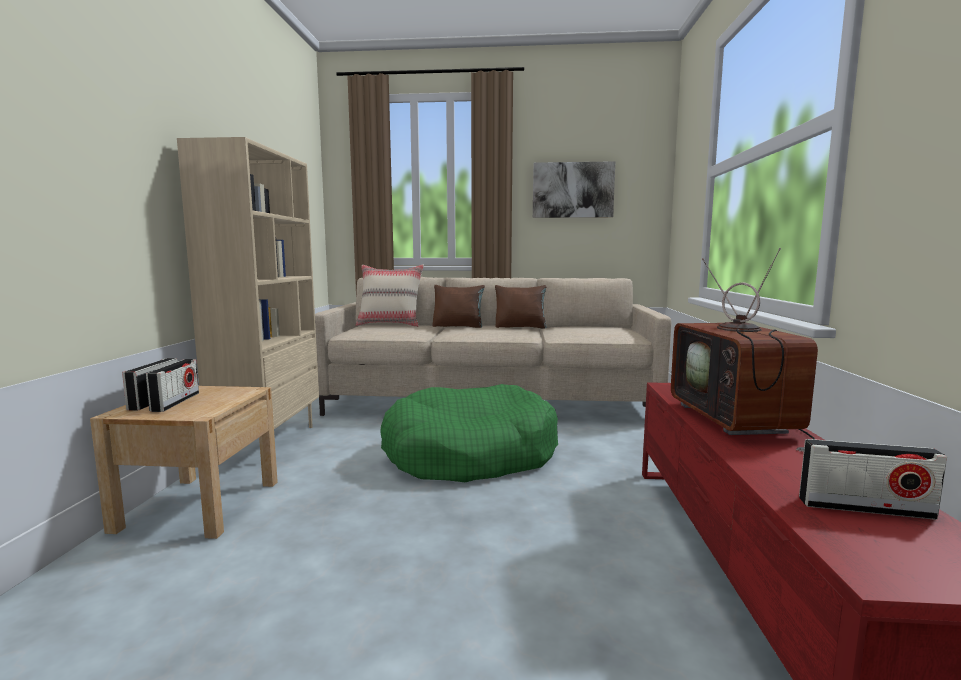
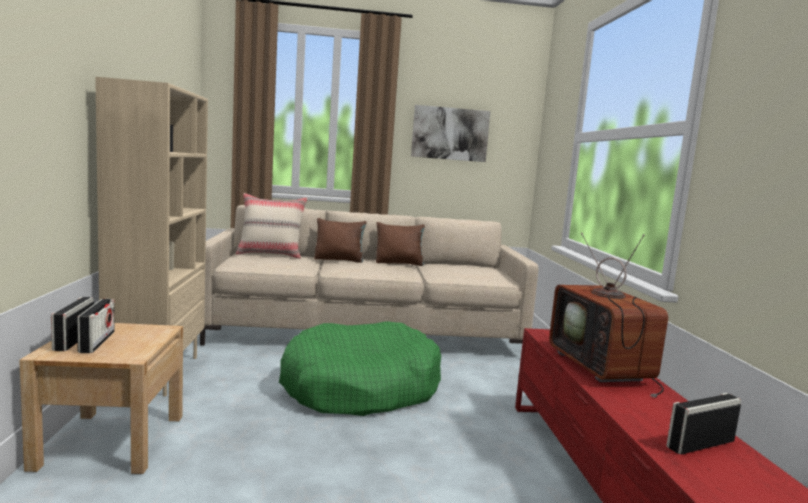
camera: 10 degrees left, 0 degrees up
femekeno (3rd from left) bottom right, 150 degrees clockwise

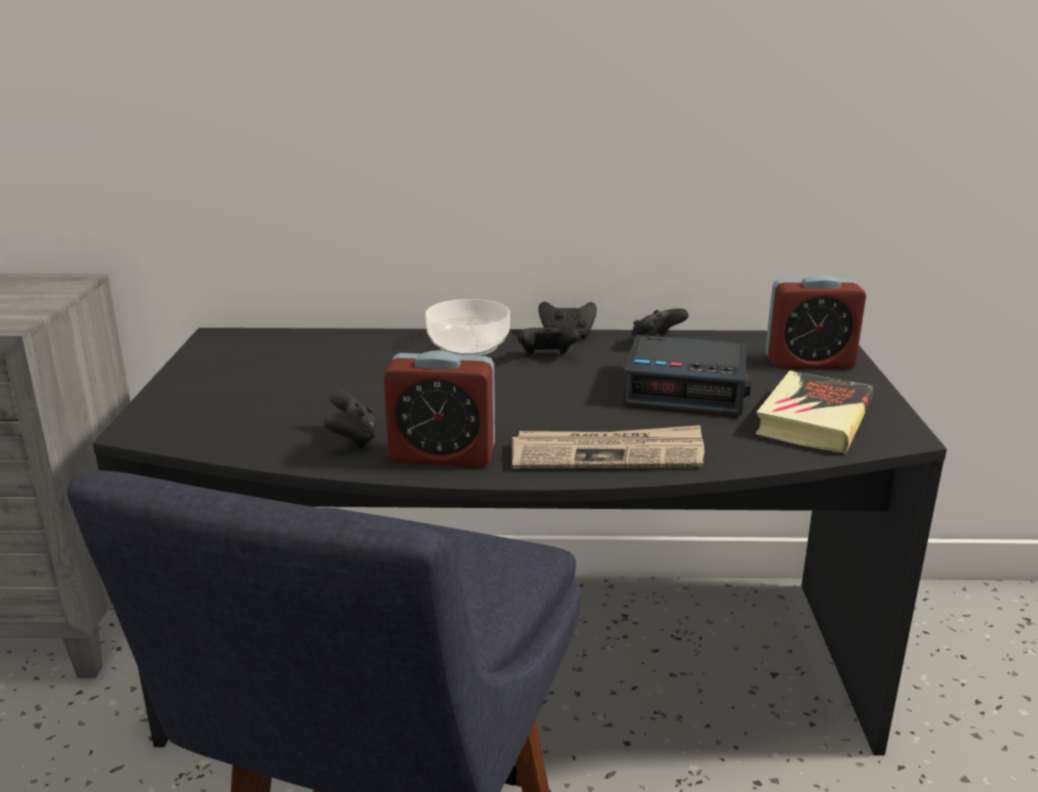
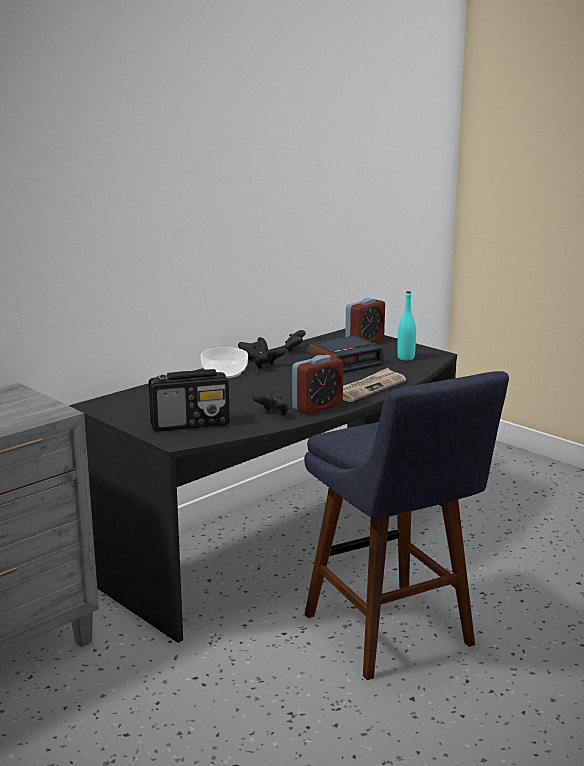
camera: 45 degrees left, 5 degrees down
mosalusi middle right => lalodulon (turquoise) middle right
nothing => femekeno middle left

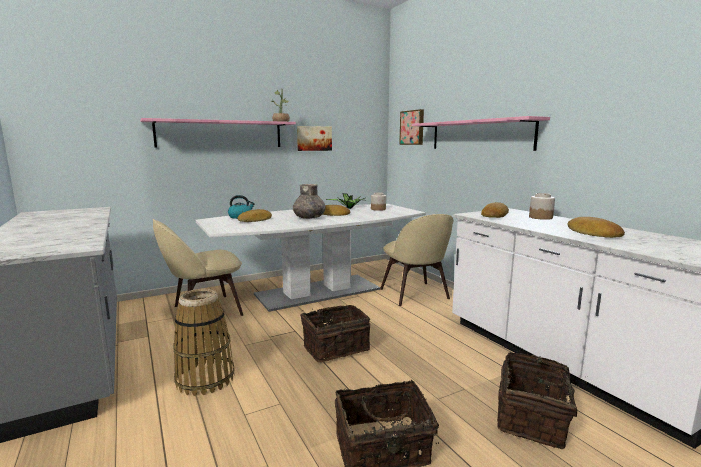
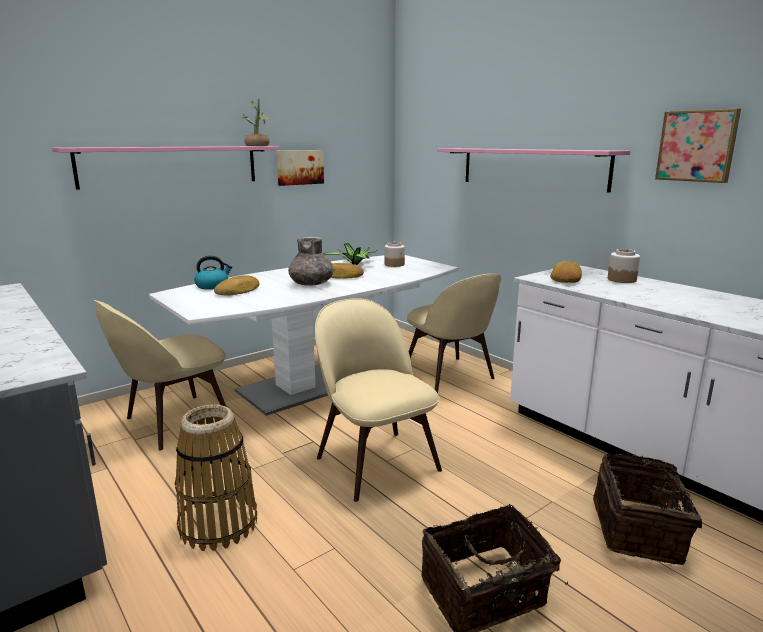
camera: 10 degrees left, 5 degrees up
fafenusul (2nd from left) bottom centre => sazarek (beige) (2nd from left) centre
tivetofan (2nd from left) top centre => tivetofan (2nd from left) top right, move
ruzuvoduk (4th from left) middle right => nothing

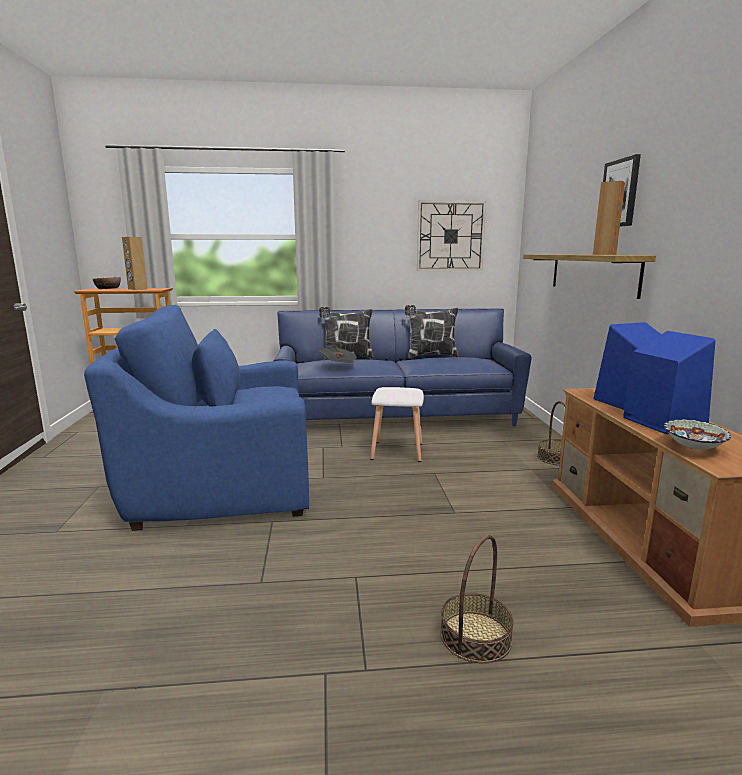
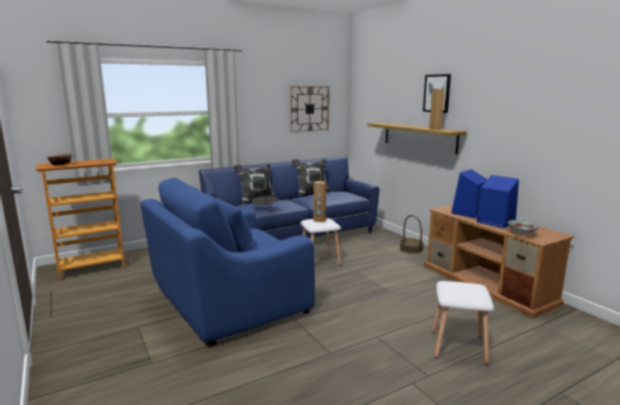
camera: 25 degrees left, 0 degrees up
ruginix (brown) (1st from left) middle left => ruginix (brown) (1st from left) centre, move
fafenusul (1st from left) bottom centre => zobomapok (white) (2nd from left) bottom right

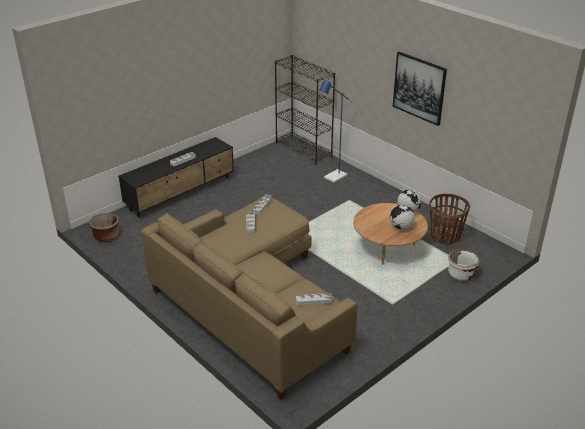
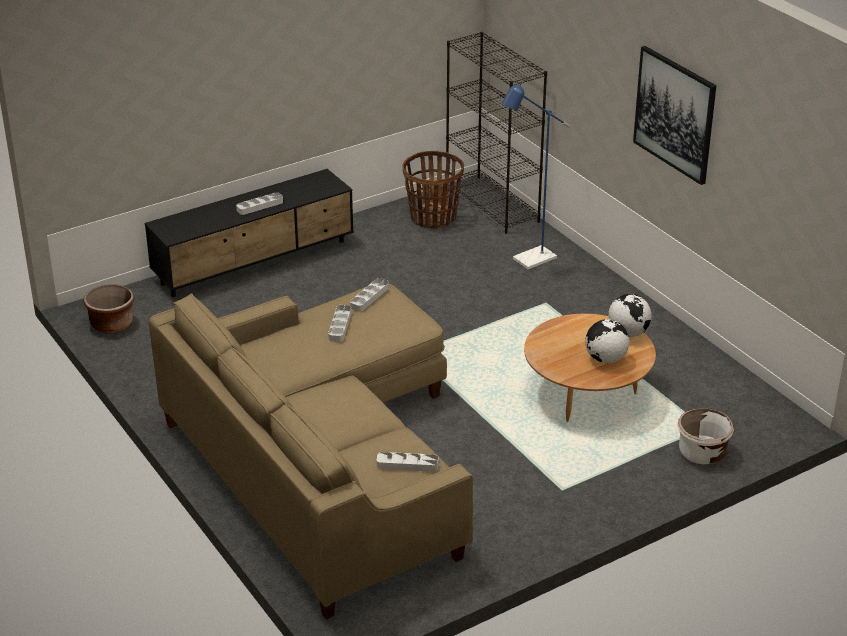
camera: 10 degrees right, 0 degrees up
fafenusul middle right => fafenusul top centre, move

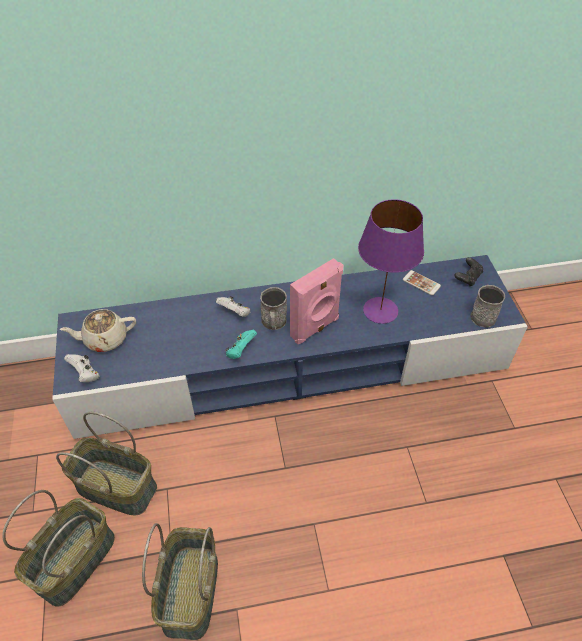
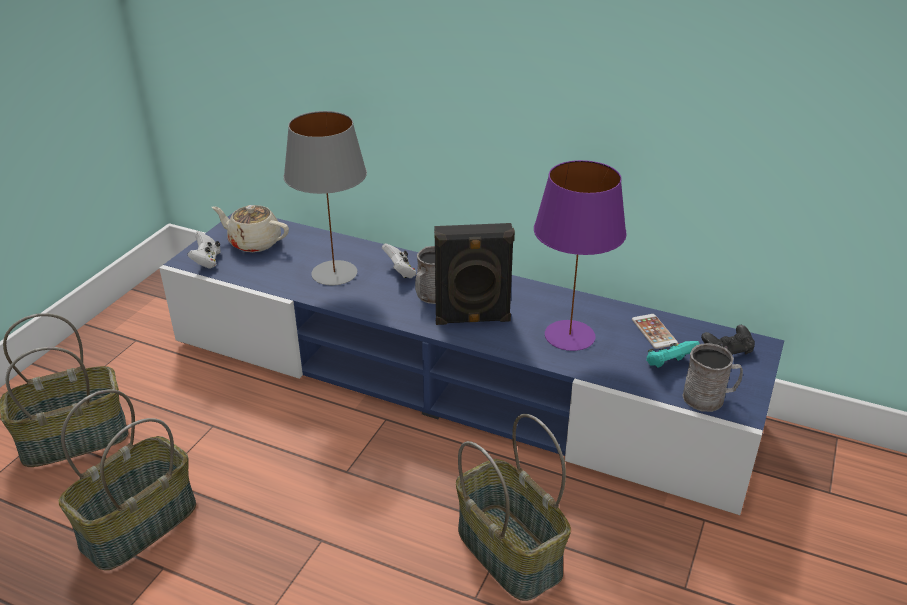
camera: 35 degrees right, 15 degrees down
fafenusul (2nd from left in the first image) bottom left => fafenusul (3rd from left) bottom centre, move
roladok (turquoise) centre => roladok (turquoise) middle right, move
ruginix (pink) centre => ruginix (black) centre
nothing => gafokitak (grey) top centre

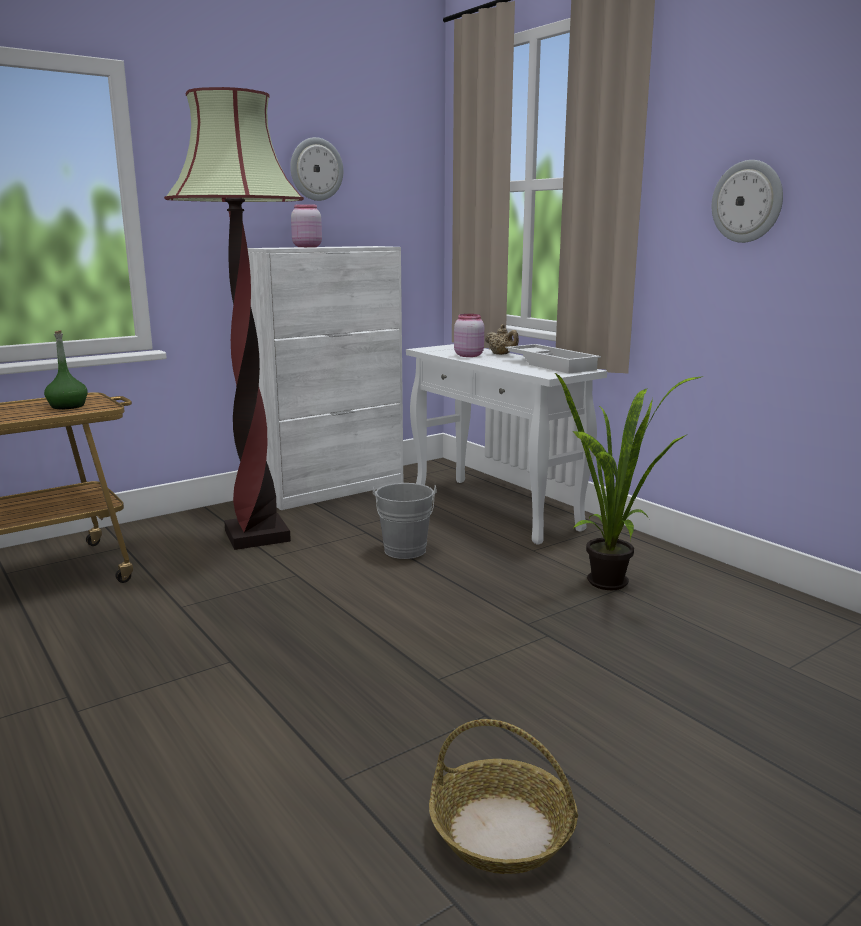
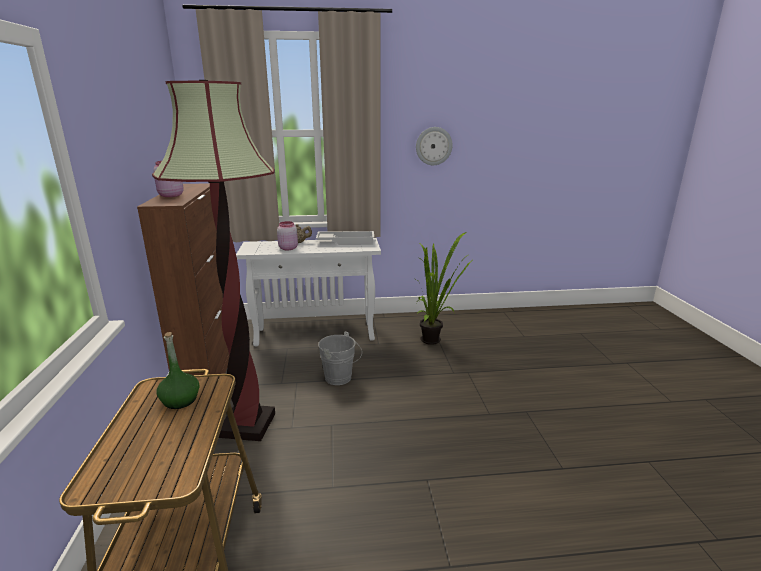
camera: 60 degrees left, 5 degrees up
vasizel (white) centre => vasizel (brown) middle left
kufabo (1st from left) top centre => nothing
fafenusul bottom centre => nothing

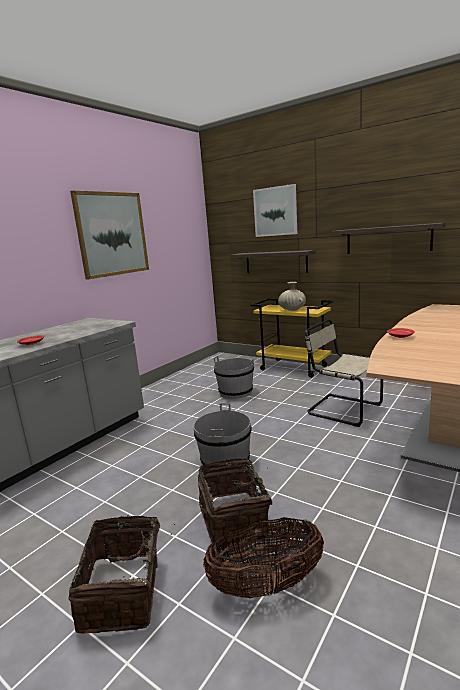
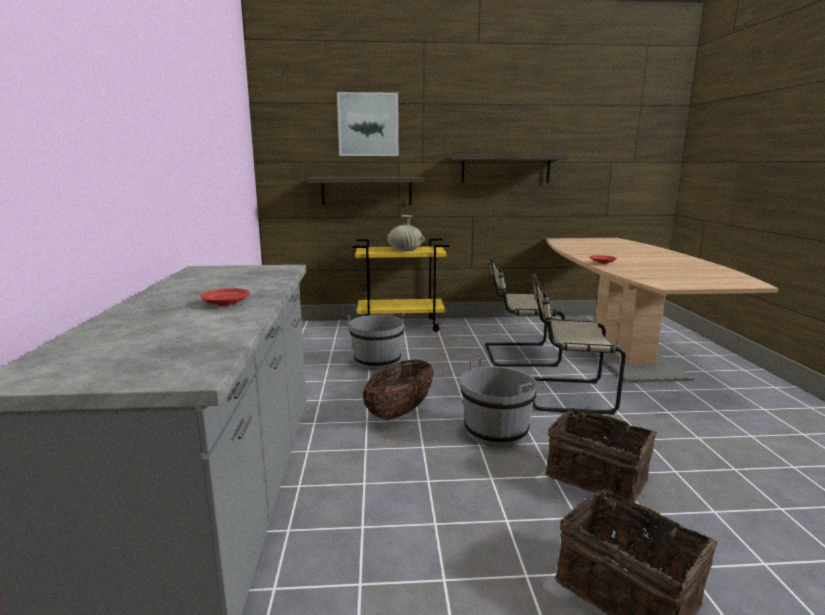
camera: 40 degrees left, 0 degrees up
tivetofan (1st from left) middle left => nothing
fafenusul (3rd from left in the first image) bottom centre => fafenusul (1st from left) centre, move
nothing => sazarek (beige) (2nd from left) middle right

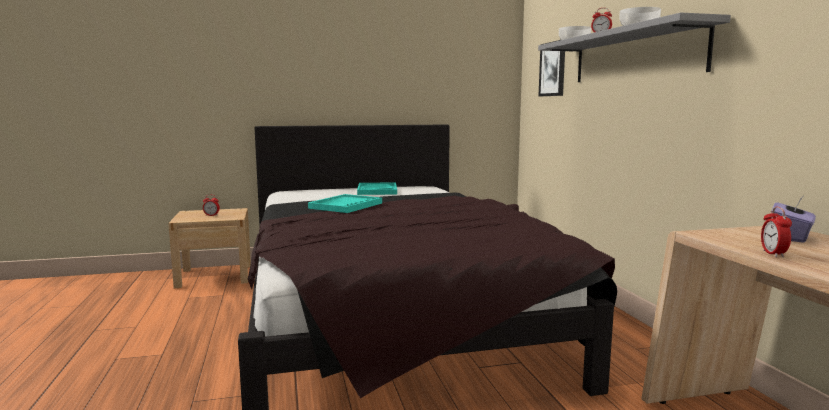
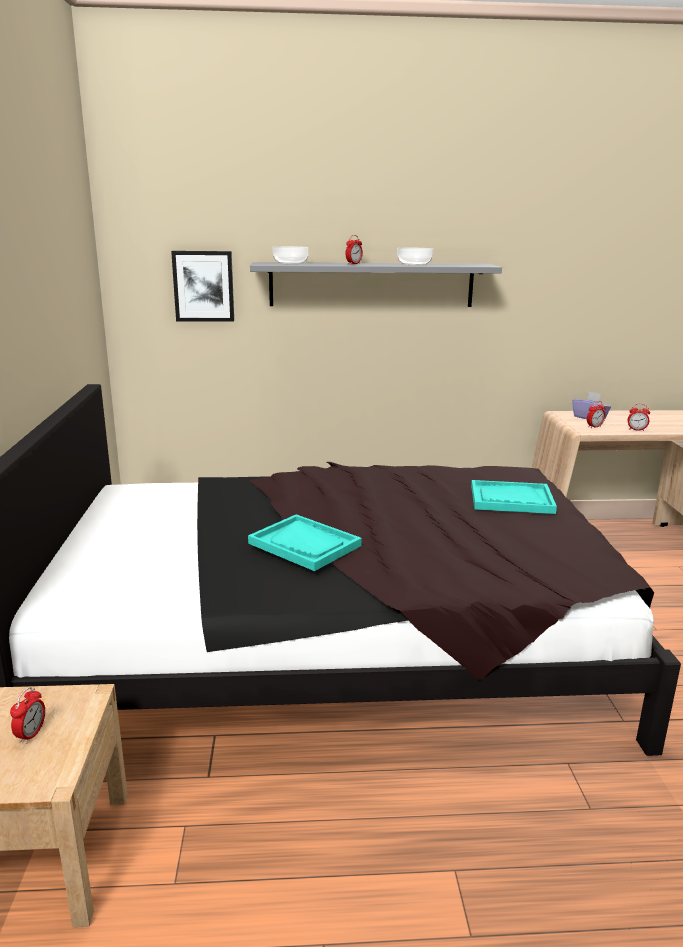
camera: 80 degrees left, 10 degrees up
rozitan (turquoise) (2nd from left) centre => rozitan (turquoise) (2nd from left) middle right, move
nothing => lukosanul (3rd from left) middle right

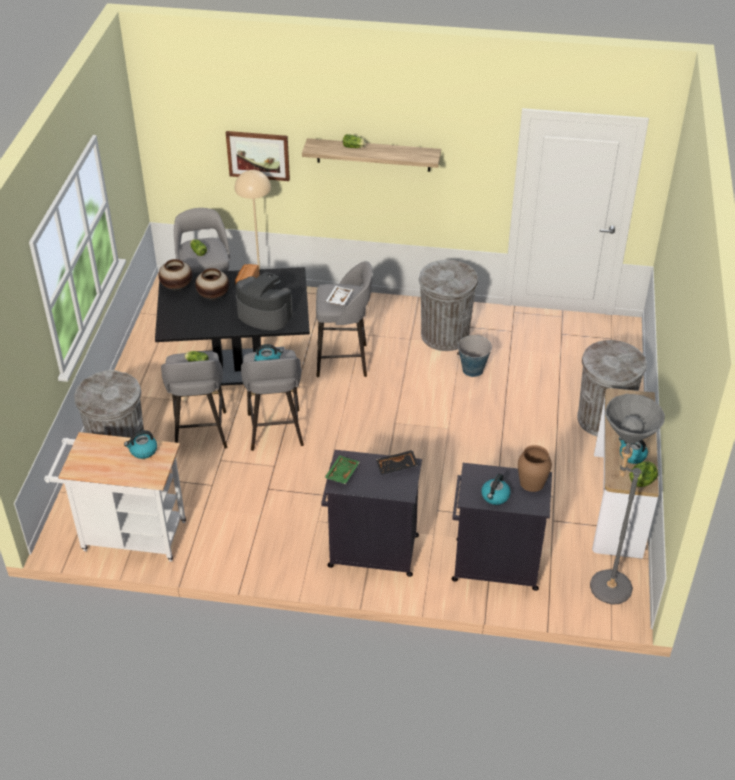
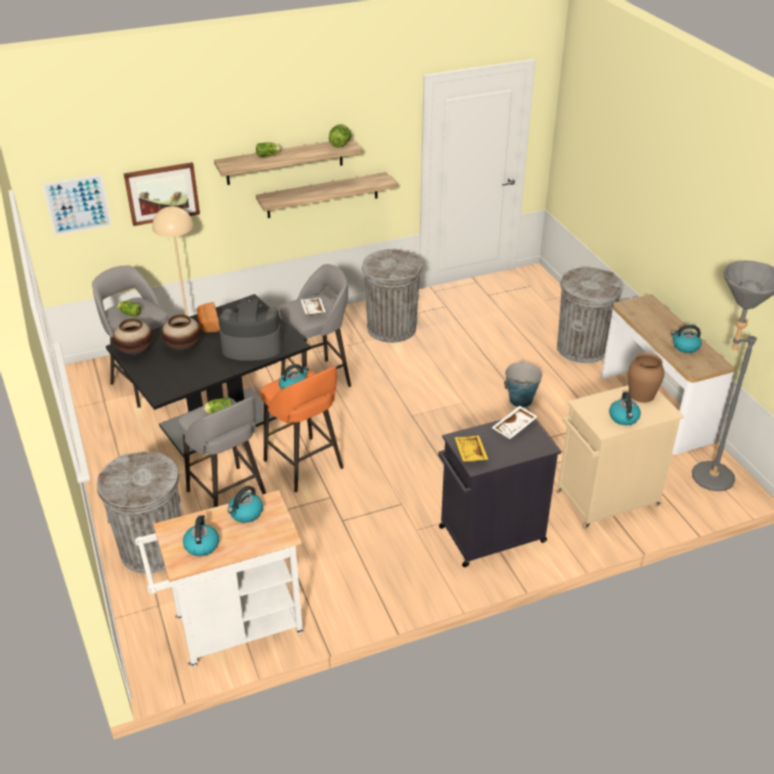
camera: 30 degrees left, 5 degrees down
zobomapok (grey) (3rd from left) centre => zobomapok (orange) centre
rozitan (green) centre => rozitan (yellow) centre
rozitan (black) centre => rozitan (white) (2nd from left) centre
vasizel (black) (2nd from left) bottom right => vasizel (beige) middle right
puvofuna centre => puvofuna middle right, move
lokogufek (4th from left) middle right => lokogufek (4th from left) top centre, move
nothing => tivetofan (1st from left) top left
nothing => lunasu (1st from left) bottom left
nothing => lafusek (2nd from left) top centre

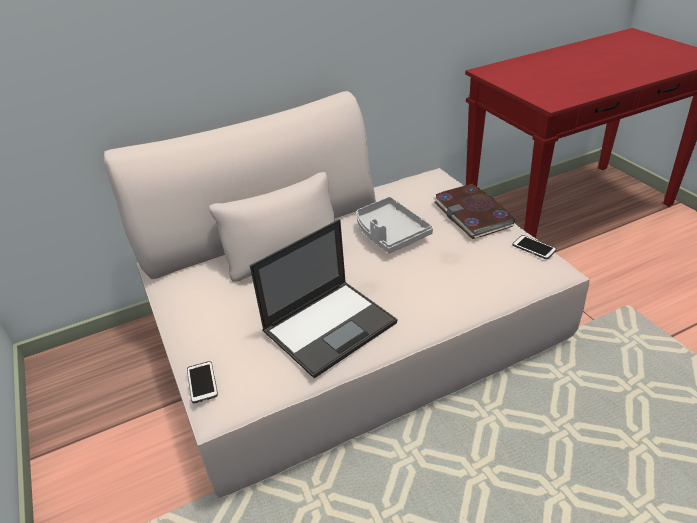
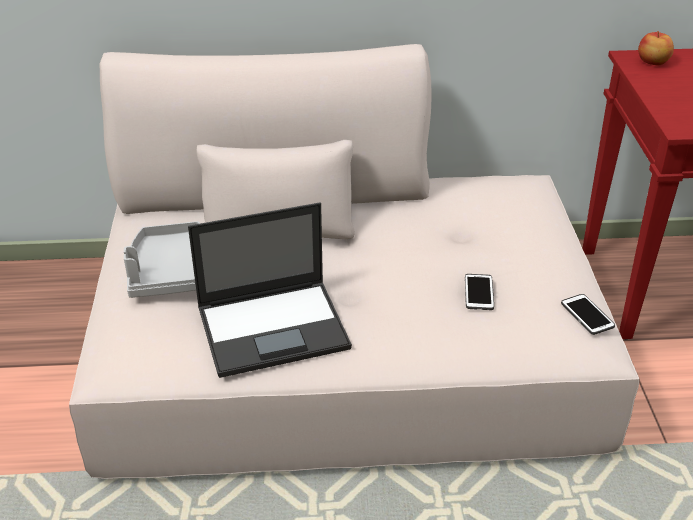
camera: 20 degrees right, 0 degrees up
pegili (1st from left) bottom left => pegili (1st from left) middle right, move
rozitan (grey) centre => rozitan (grey) middle left, move
mosalusi middle right => nothing
nothing => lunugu top right

